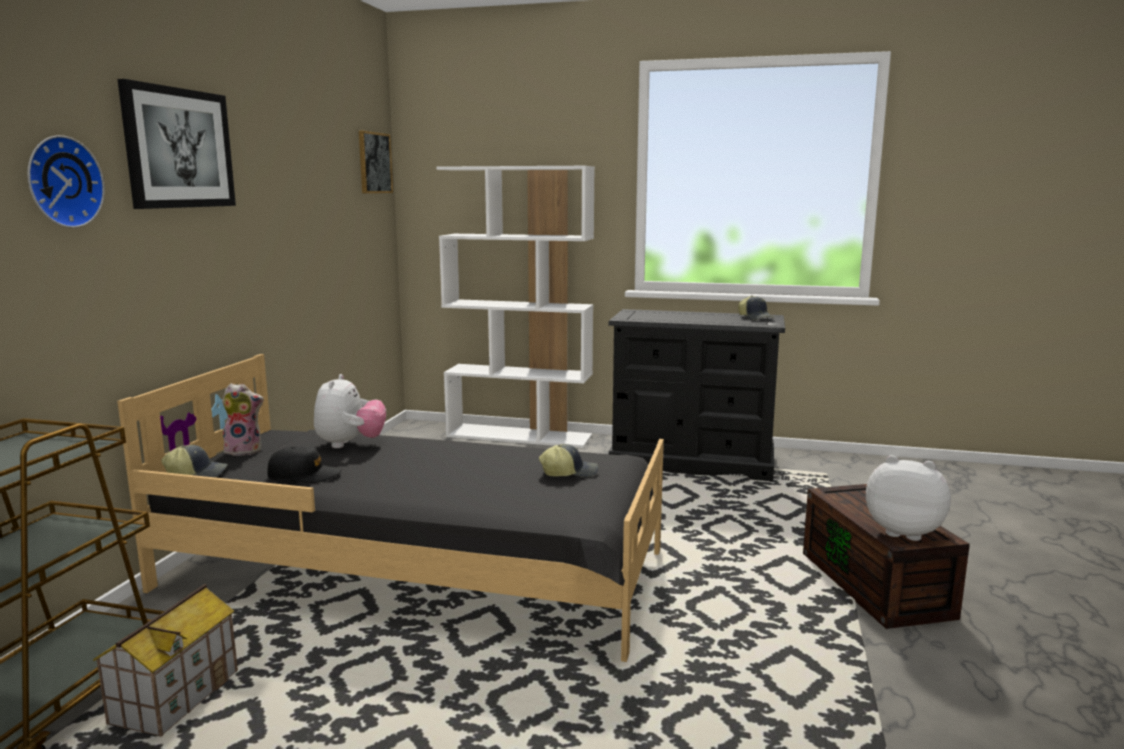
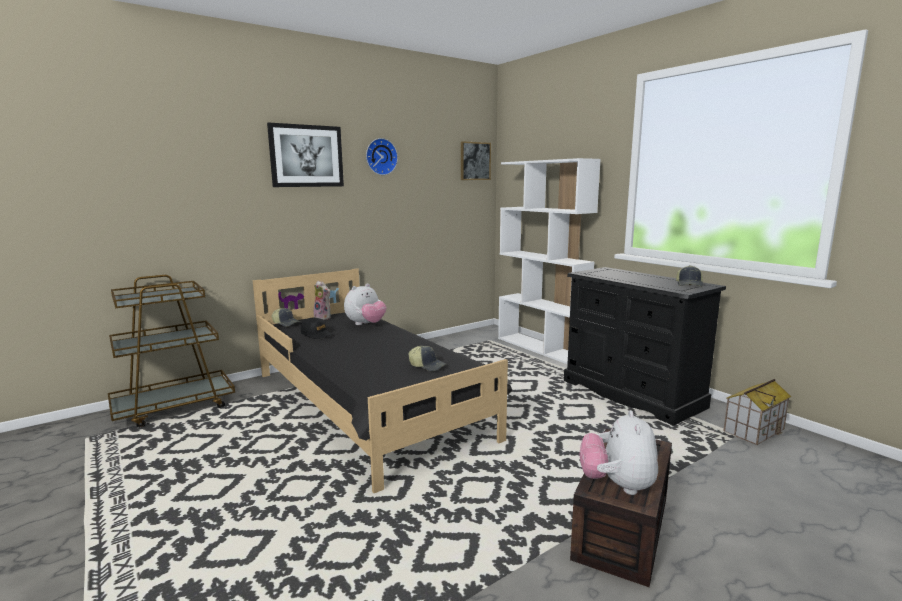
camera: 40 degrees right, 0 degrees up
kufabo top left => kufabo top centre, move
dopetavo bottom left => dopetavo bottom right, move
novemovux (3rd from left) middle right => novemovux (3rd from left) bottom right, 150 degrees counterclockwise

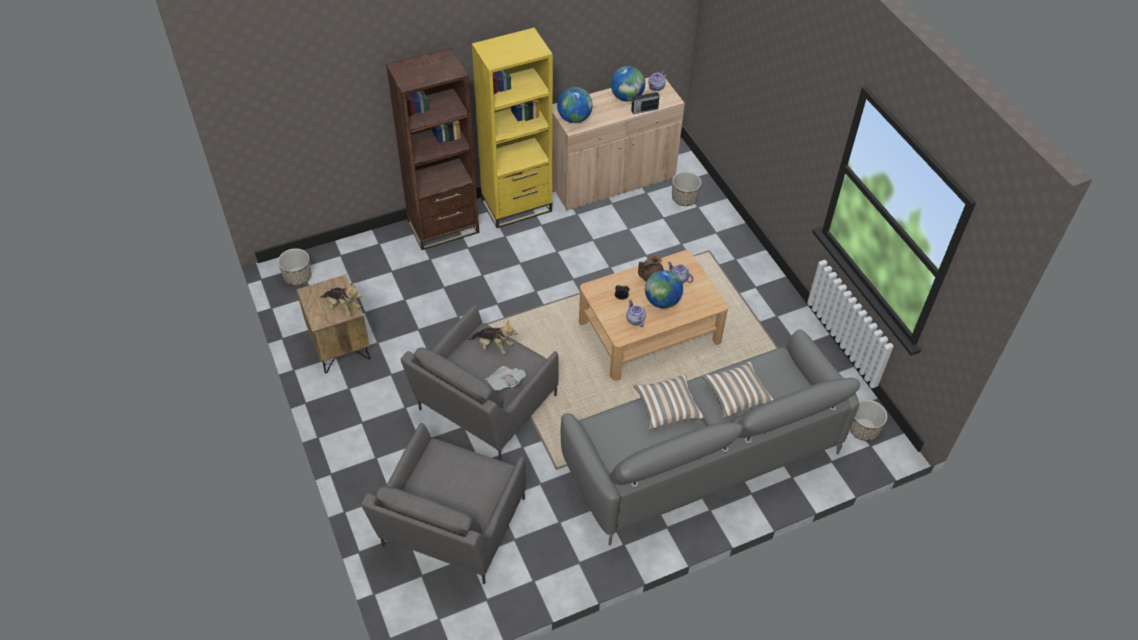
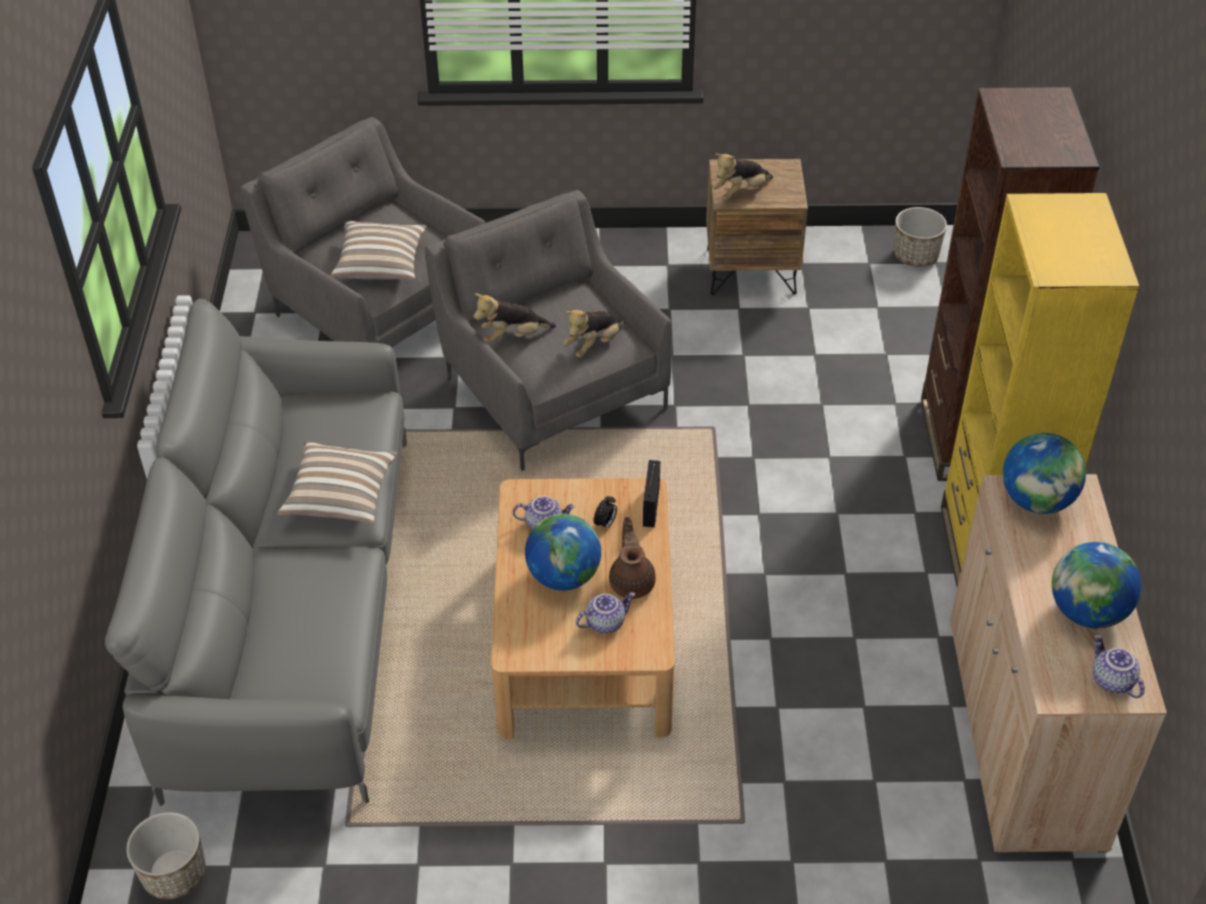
camera: 115 degrees right, 5 degrees down
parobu centre => novemovux (1st from left) centre
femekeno top centre => femekeno centre, move
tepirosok (2nd from left) top centre => nothing
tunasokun (2nd from left) centre => tunasokun (2nd from left) top left, move

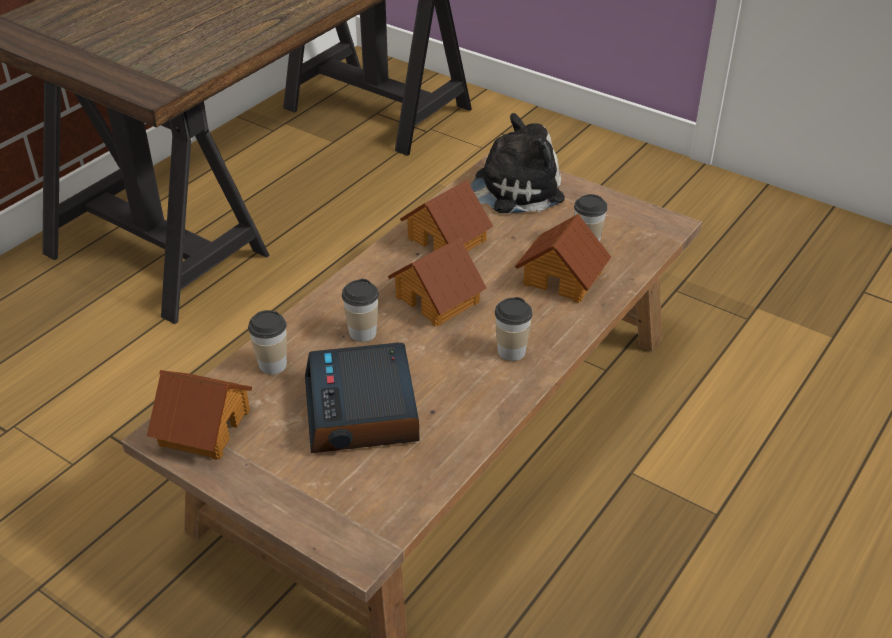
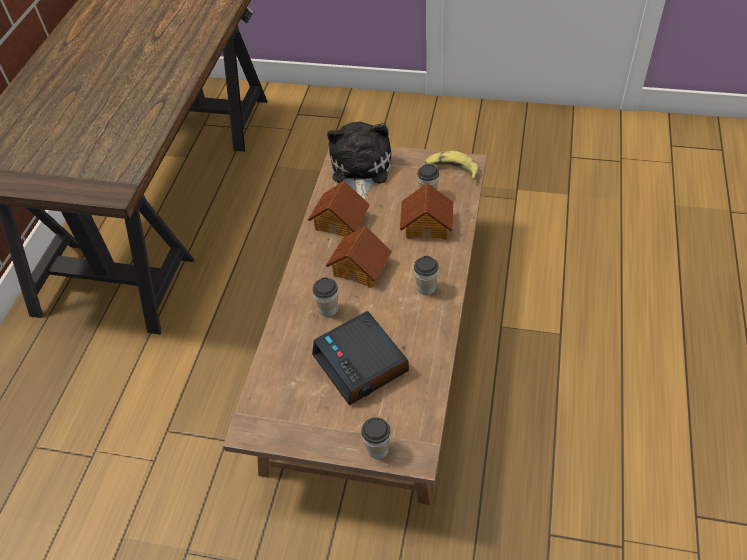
camera: 20 degrees left, 10 degrees up
dopetavo (1st from left) middle left => nothing
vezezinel (1st from left in the first image) middle left => vezezinel (2nd from left) bottom centre, move
novemovux top centre, 45 degrees counterclockwise
nothing => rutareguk top centre

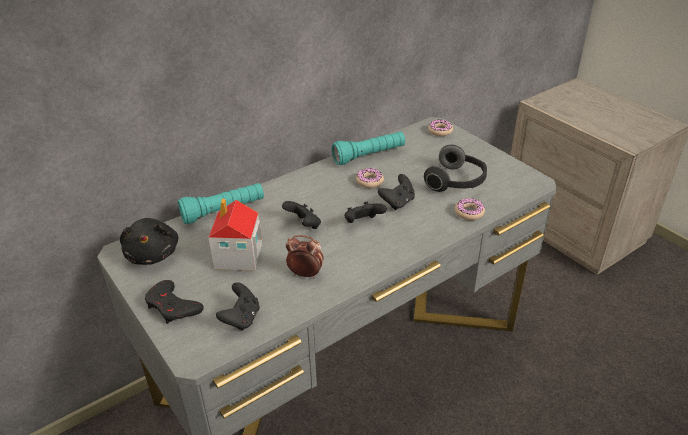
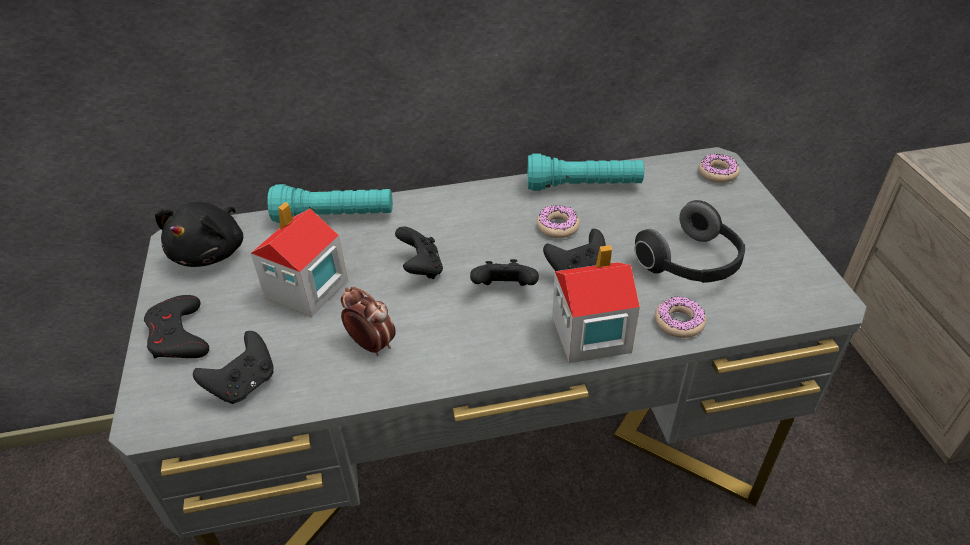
camera: 25 degrees right, 5 degrees up
nothing => dopetavo (2nd from left) centre

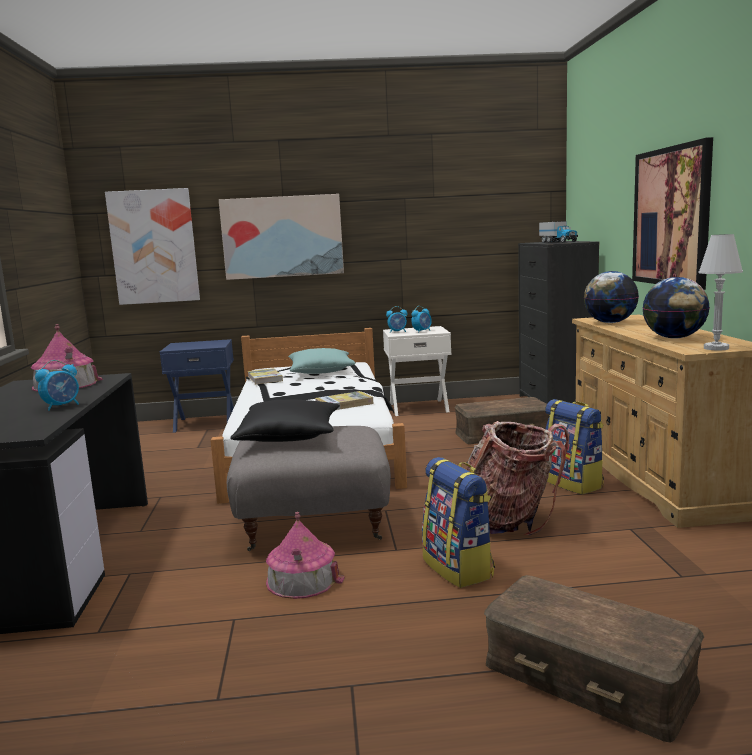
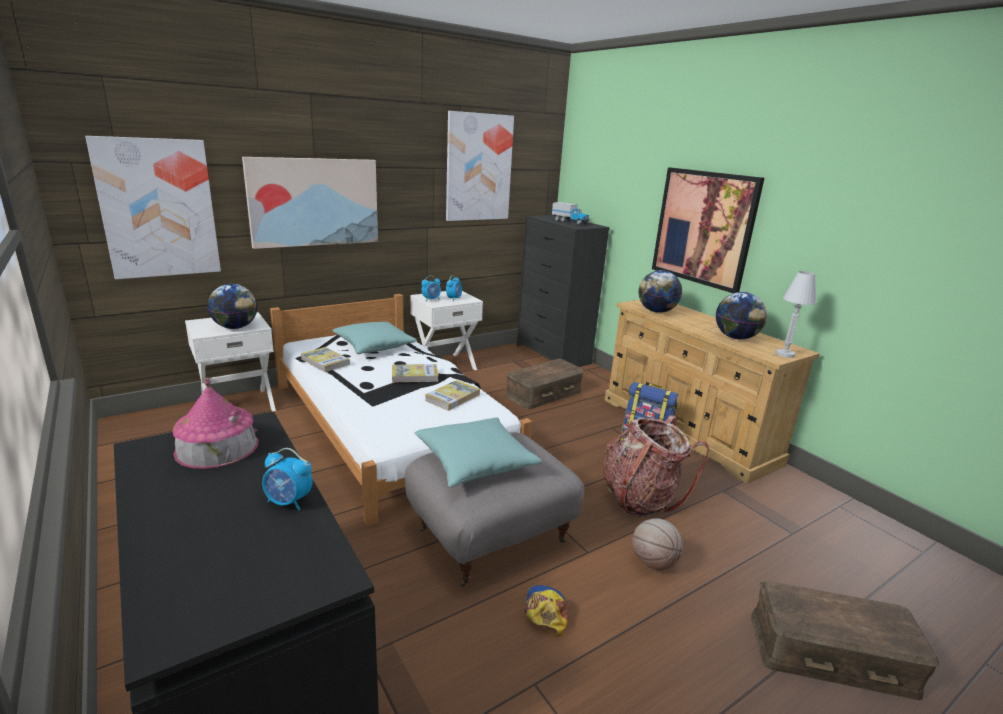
camera: 30 degrees left, 10 degrees up
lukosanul (1st from left) middle left => lukosanul (1st from left) bottom left, 90 degrees clockwise
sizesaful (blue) middle left => sizesaful (white) (1st from left) middle left
tunasokun (black) centre => tunasokun (turquoise) (2nd from left) centre
dopetavo (2nd from left) bottom centre => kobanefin bottom centre
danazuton (1st from left) bottom centre => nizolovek bottom centre
nothing => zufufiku (1st from left) middle left
nothing => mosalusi (2nd from left) centre
nothing => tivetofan (3rd from left) top centre

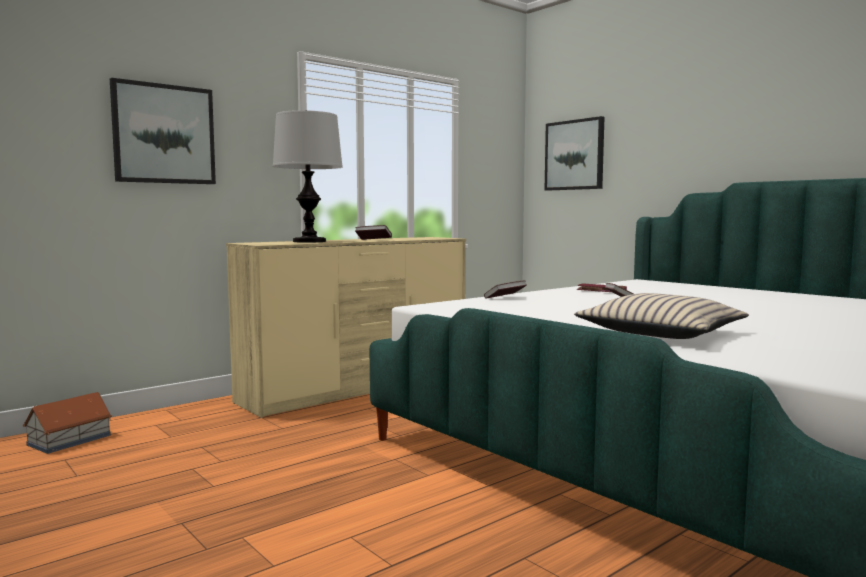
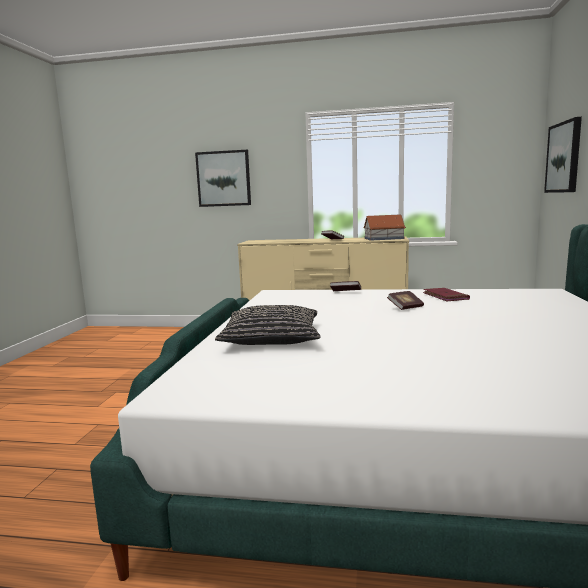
camera: 50 degrees right, 5 degrees up
dopetavo bottom left => dopetavo centre, move
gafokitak top centre => nothing
tunasokun (beige) middle right => tunasokun (black) centre

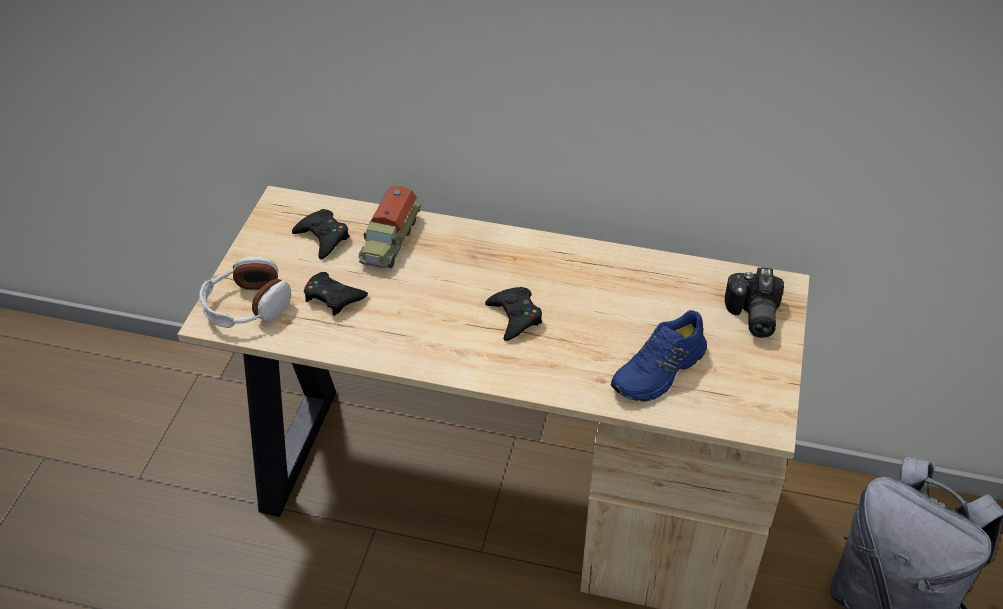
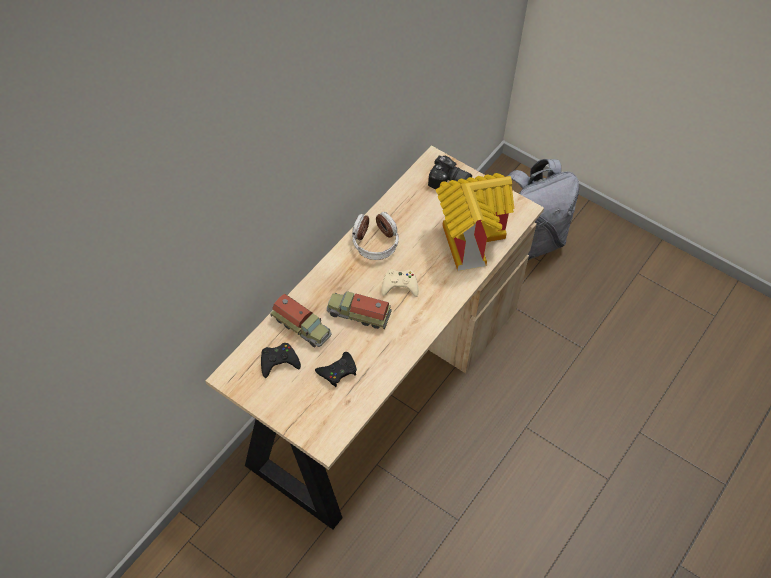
camera: 70 degrees left, 10 degrees up
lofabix middle left => lofabix centre, move
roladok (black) (3rd from left) centre => roladok (beige) centre
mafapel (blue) centre => dopetavo centre
nothing => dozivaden (2nd from left) centre

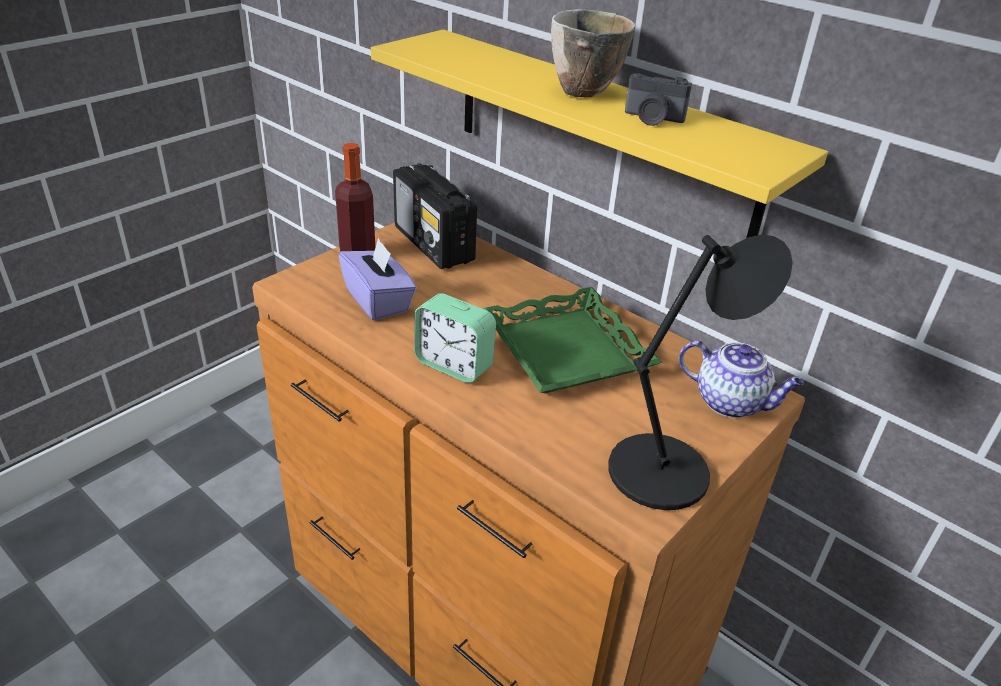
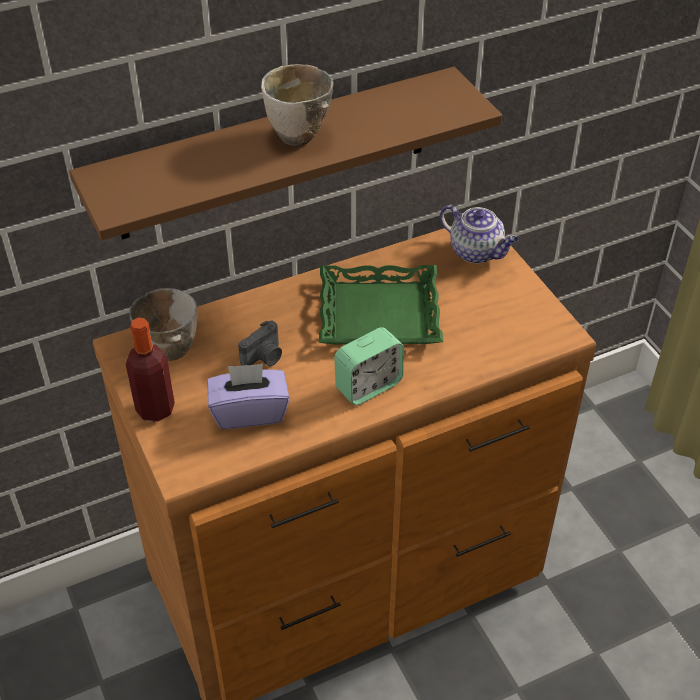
camera: 65 degrees left, 10 degrees up
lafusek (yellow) top centre => lafusek (brown) top centre
femekeno top centre => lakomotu (1st from left) middle left
gafokitak (black) middle right => nothing
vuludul top centre => vuludul centre, move
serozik middle right, 75 degrees clockwise

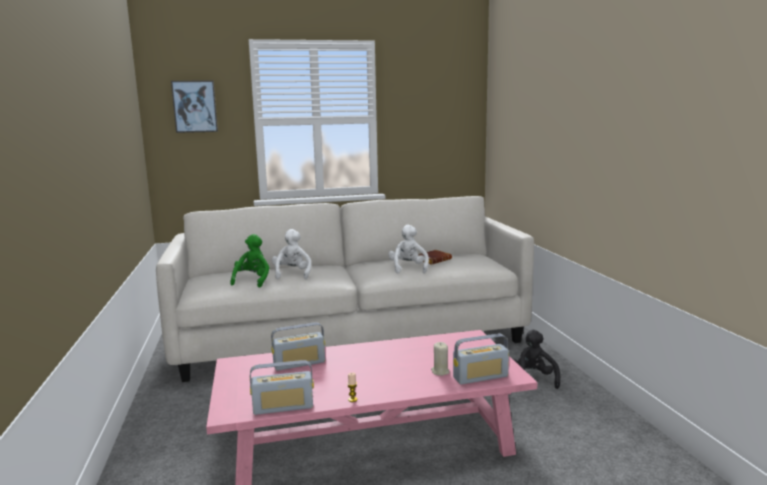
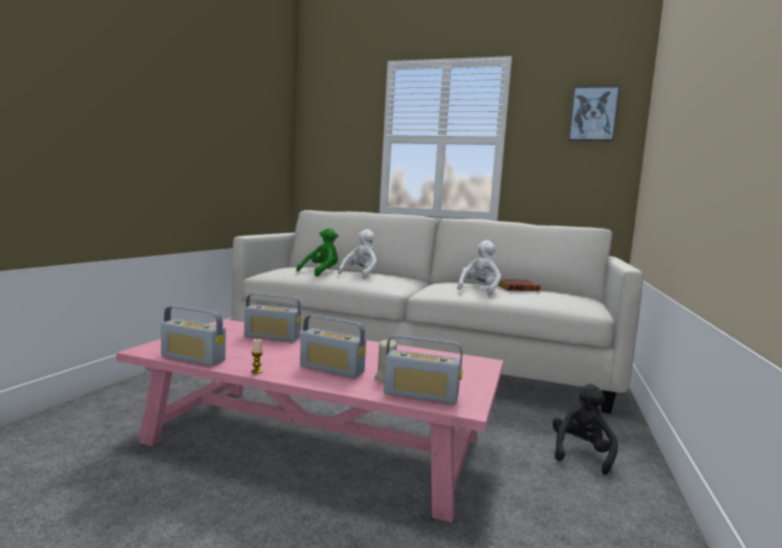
camera: 30 degrees right, 5 degrees down
tivetofan top left => tivetofan top right, move
nothing => femekeno (3rd from left) centre

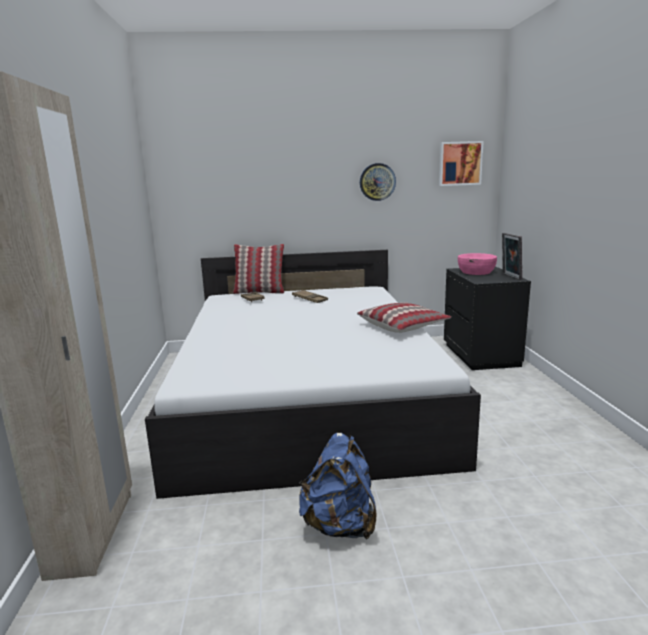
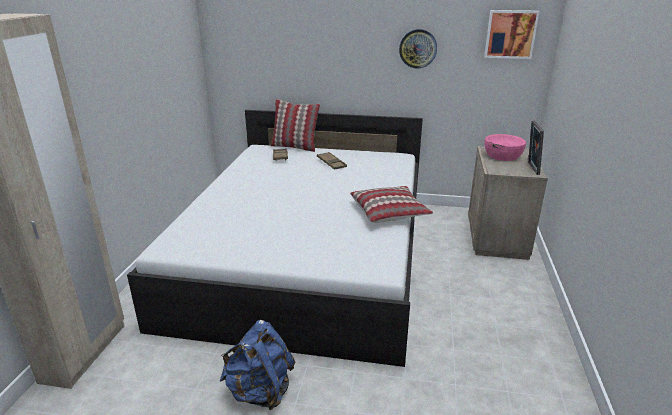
camera: 15 degrees right, 10 degrees up
sizesaful (black) middle right => sizesaful (beige) middle right

